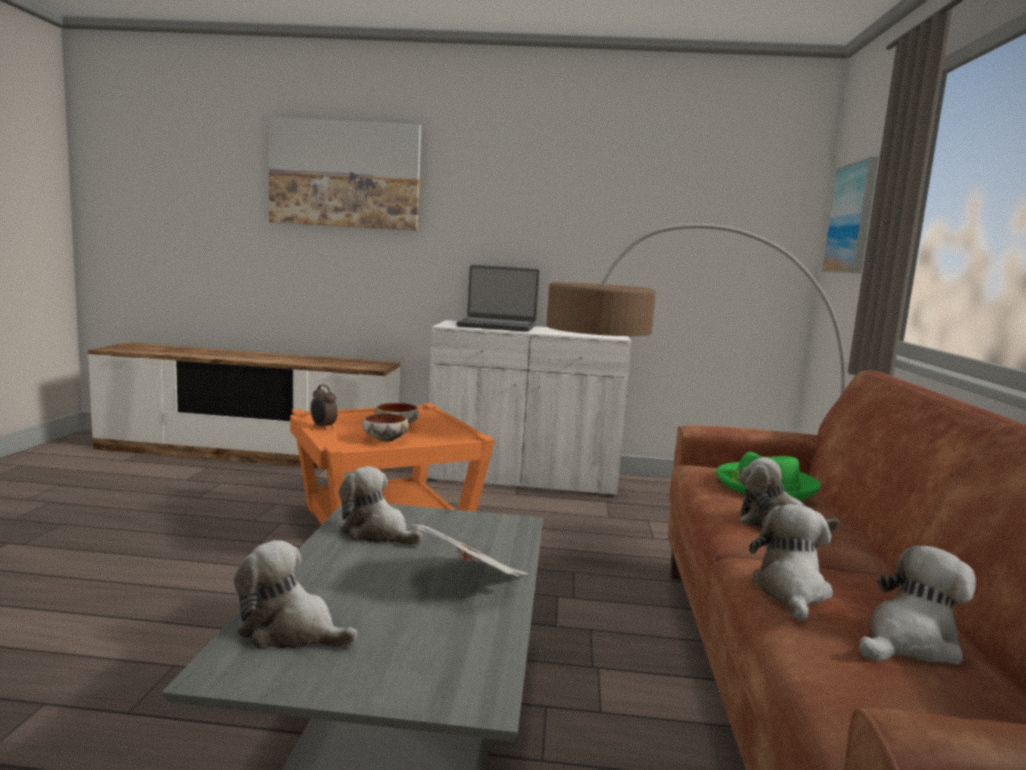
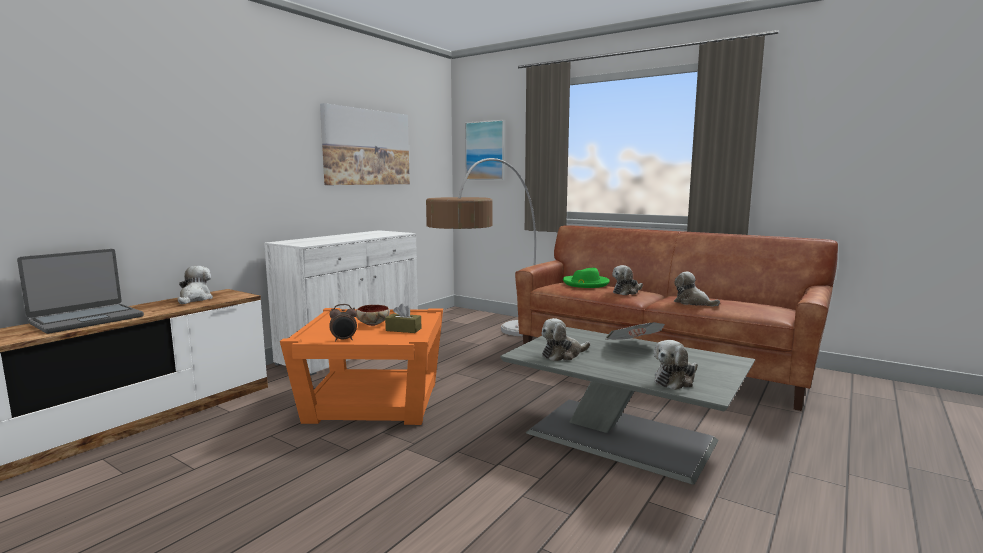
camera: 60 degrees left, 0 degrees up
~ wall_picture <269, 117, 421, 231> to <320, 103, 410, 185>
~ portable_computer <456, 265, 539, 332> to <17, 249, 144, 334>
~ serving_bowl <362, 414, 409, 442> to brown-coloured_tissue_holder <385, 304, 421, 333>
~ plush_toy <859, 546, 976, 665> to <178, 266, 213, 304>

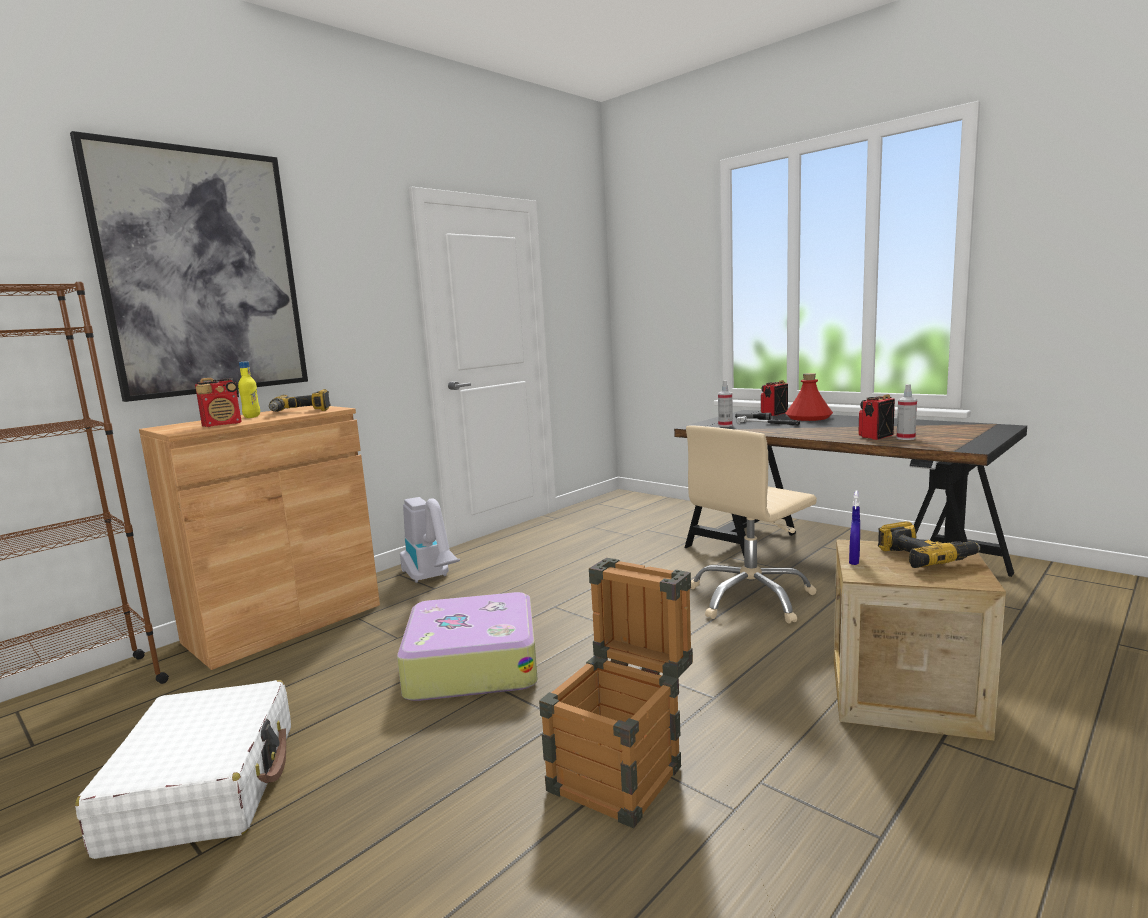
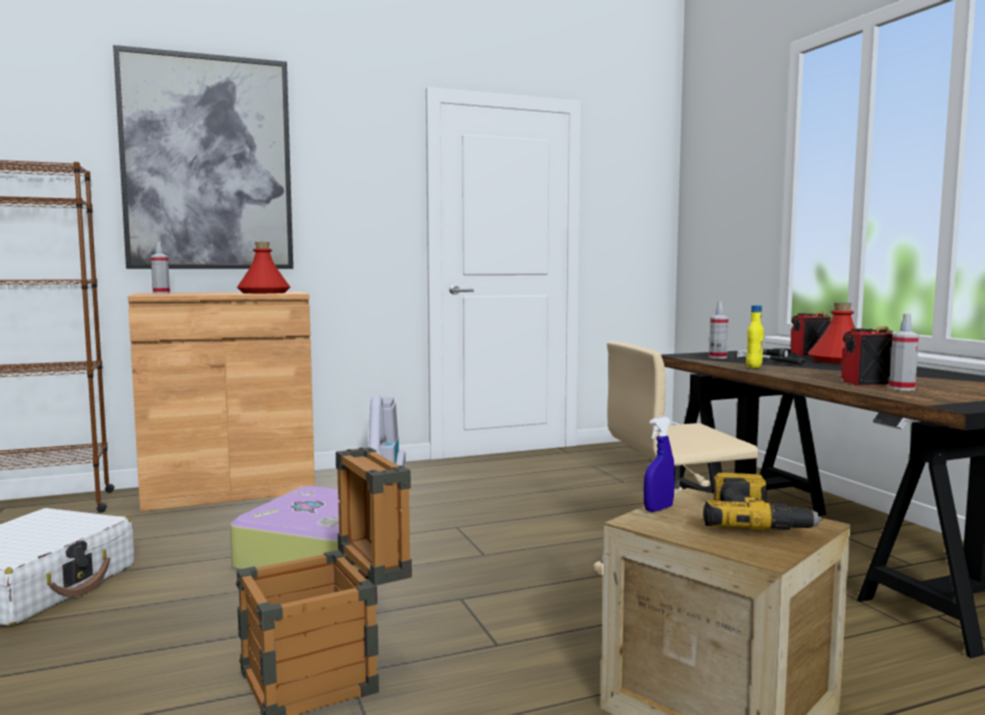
camera: 25 degrees right, 5 degrees down
~ yellow-coloured_beverage_bottle <238, 361, 260, 418> to <746, 305, 764, 369>
- radio_set <195, 378, 242, 427>
~ drill <269, 389, 330, 412> to reddish_beverage_bottle <237, 242, 290, 294>
+ sprayer <151, 242, 170, 294>

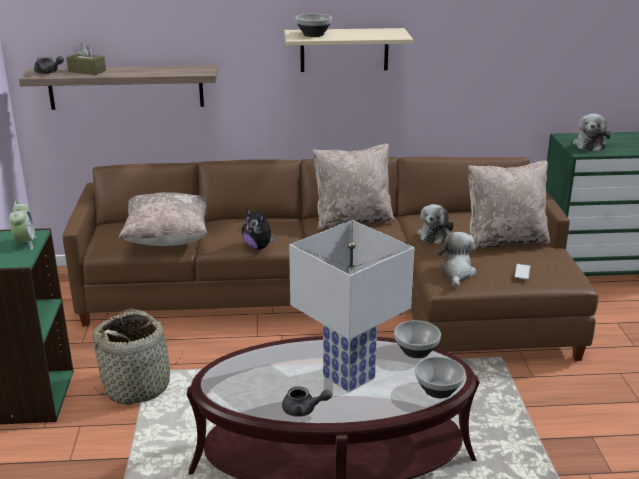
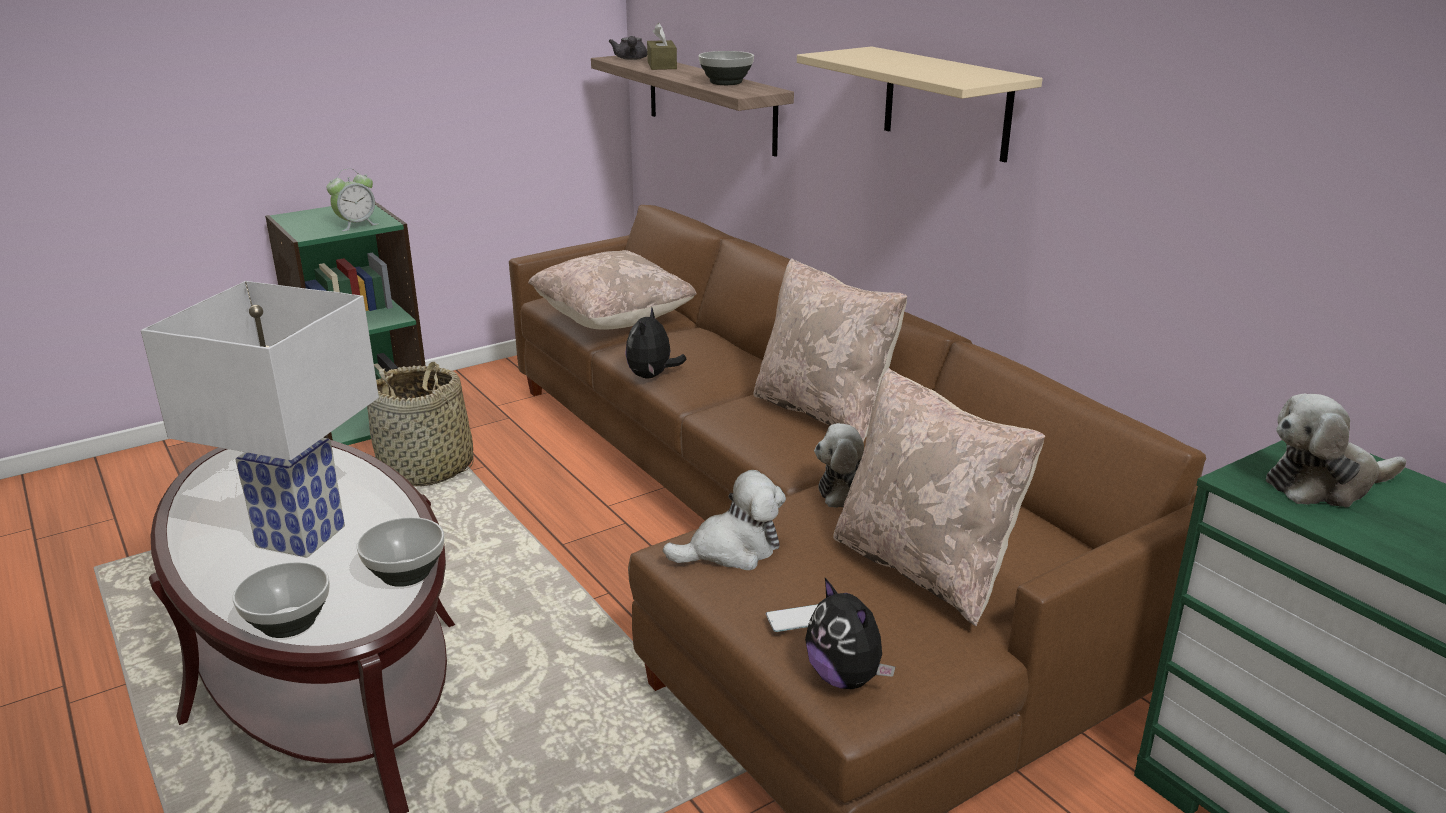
camera: 60 degrees right, 0 degrees up
~ serving_bowl <296, 14, 332, 37> to <698, 51, 754, 85>
- grey_tea_pot <282, 386, 332, 417>
+ plush_toy <805, 578, 895, 689>

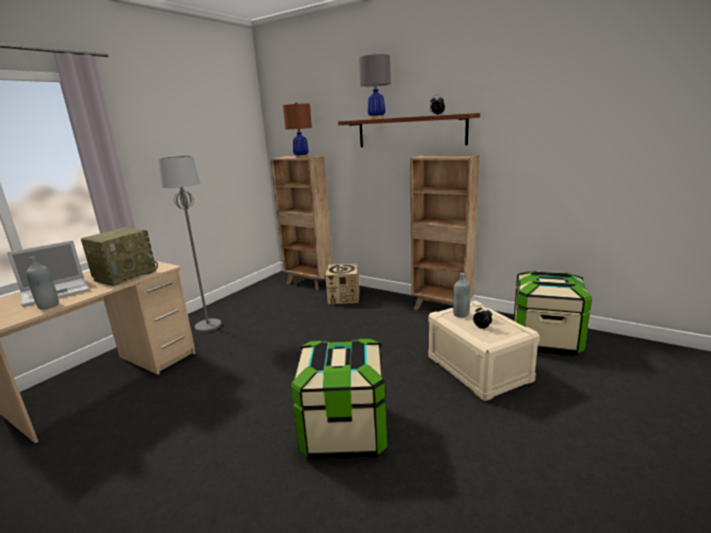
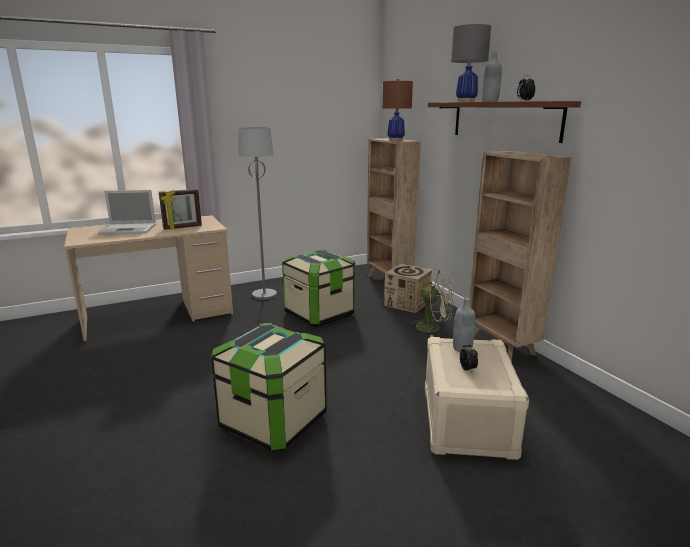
camera: 30 degrees right, 0 degrees up
~ radio_set <81, 227, 158, 286> to photo_frame <159, 189, 202, 230>
~ grey_beverage_bottle <26, 256, 59, 310> to <482, 53, 502, 102>
~ storage_container <513, 271, 592, 356> to <282, 250, 355, 327>
+ green_fan <411, 267, 454, 337>

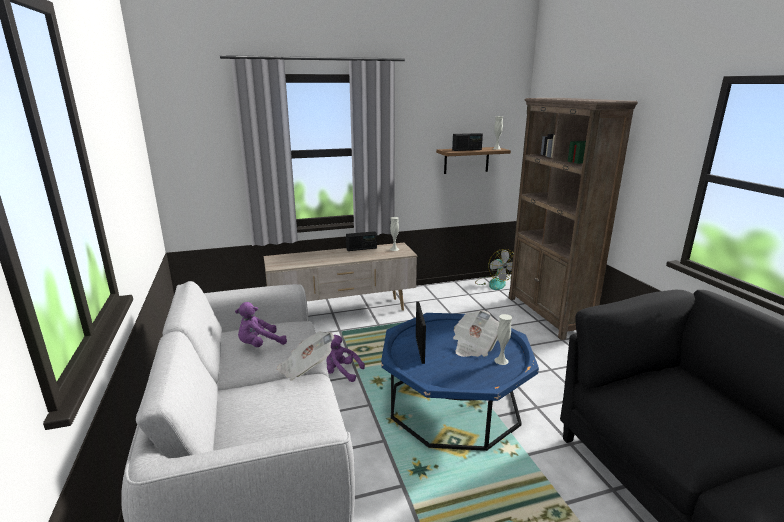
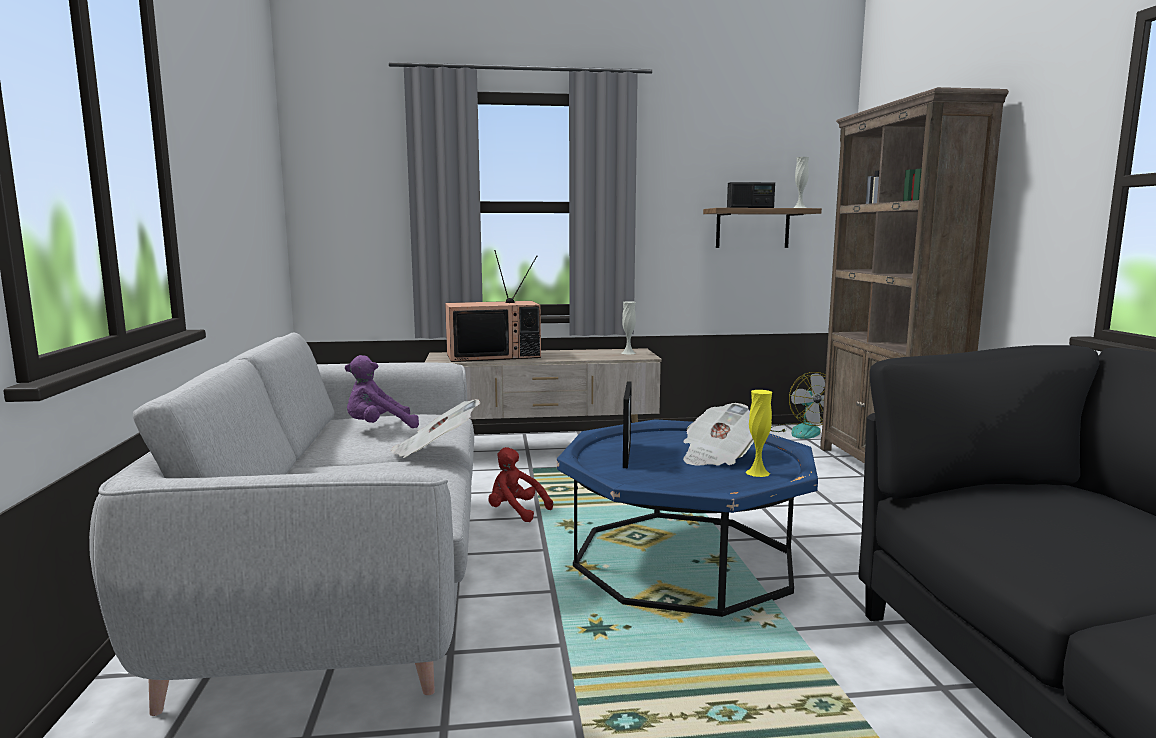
camera: 10 degrees right, 10 degrees down
- radio_set <346, 231, 377, 251>
~ whitish_decorative_vase <494, 314, 512, 365> to yellow-coloured_decorative_vase <746, 390, 772, 477>
~ purplish_plush_toy <326, 335, 365, 382> to reddish_plush_toy <488, 447, 553, 522>
+ television <445, 250, 541, 362>

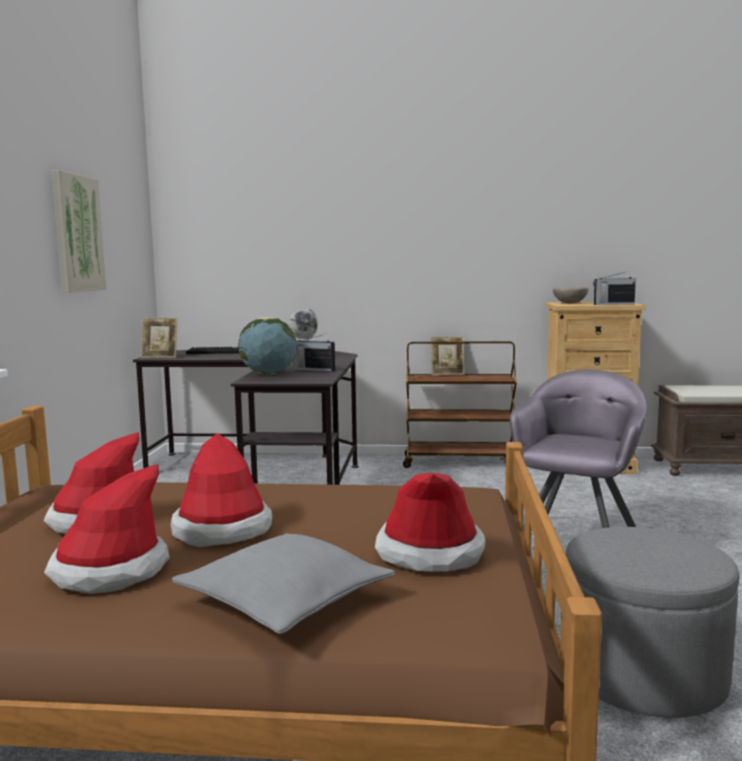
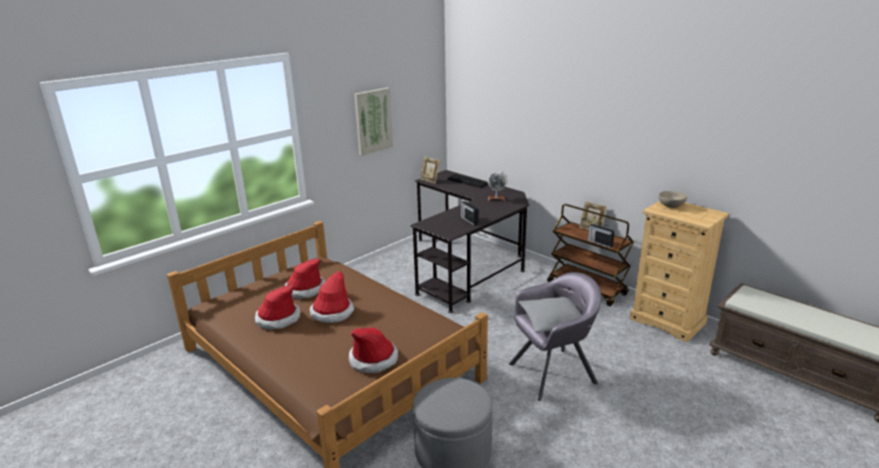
camera: 40 degrees right, 15 degrees up
~ radio_set <593, 272, 636, 305> to <588, 224, 615, 248>
- desk_globe <238, 317, 297, 375>
~ grey_cushion <172, 533, 395, 634> to <518, 297, 592, 333>

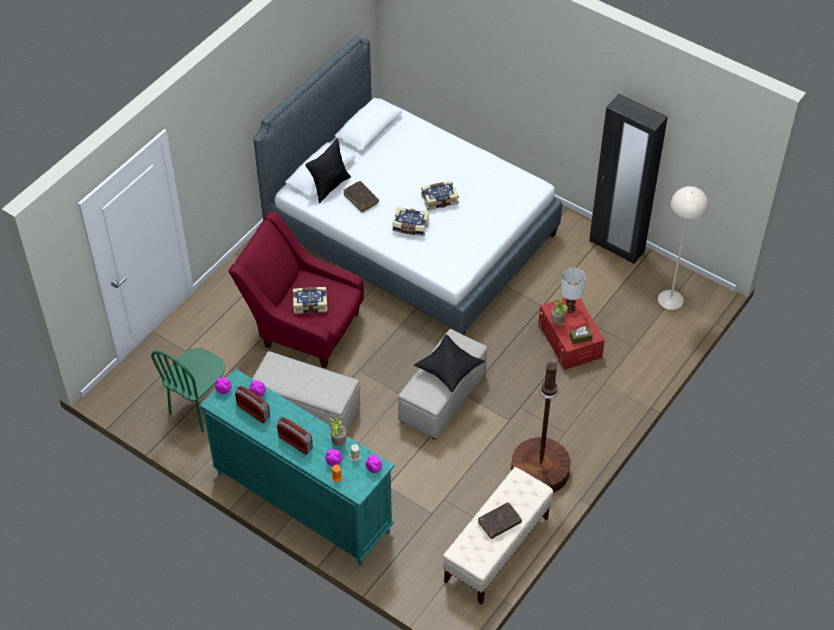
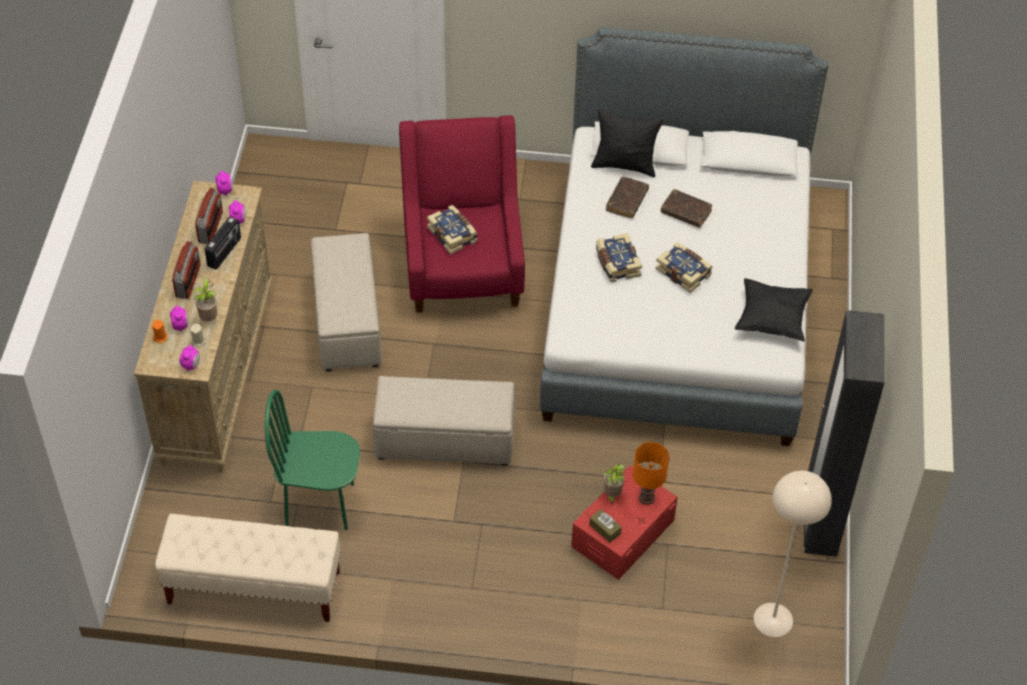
camera: 60 degrees right, 0 degrees up
~ whitish_tabletop_lamp <560, 268, 585, 313> to orangey_tabletop_lamp <633, 442, 669, 505>
~ black_cushion <414, 334, 485, 392> to <735, 278, 813, 342>
~ green_chair <151, 348, 225, 433> to <265, 389, 360, 530>
- brown-coloured_floor_lamp <511, 359, 571, 493>
~ blue-green_drawer_chest <200, 369, 394, 566> to beige-coloured_drawer_chest <134, 181, 273, 472>
~ brown-coloured_volume <478, 502, 522, 539> to <661, 189, 713, 228>
+ radio_set <205, 217, 241, 269>

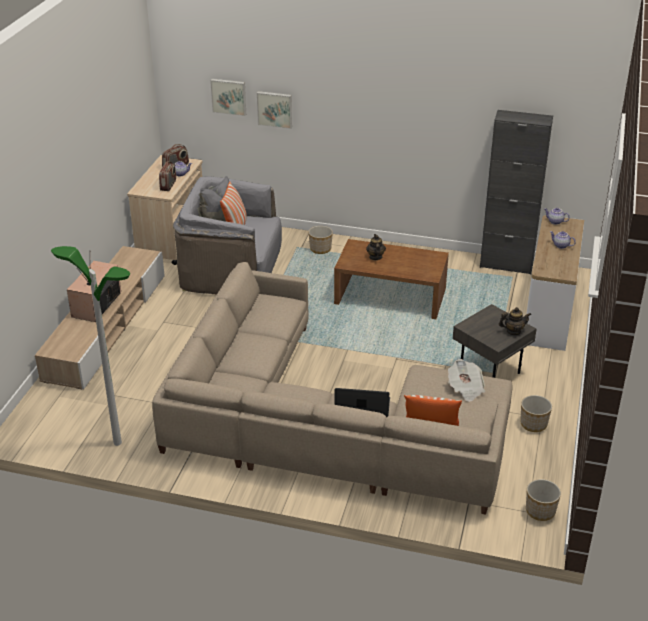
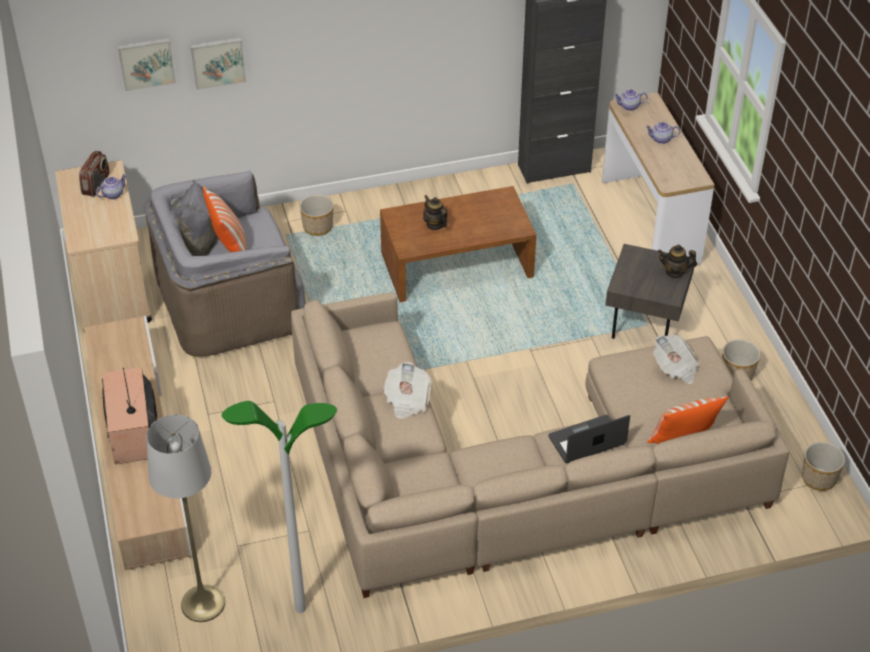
camera: 30 degrees left, 10 degrees up
- radio_set <159, 161, 176, 191>
~ tea_pot <499, 307, 531, 335> = <658, 244, 697, 279> 135 degrees counterclockwise
+ daily_paper <383, 362, 432, 419>
+ grey_floor_lamp <147, 415, 225, 622>

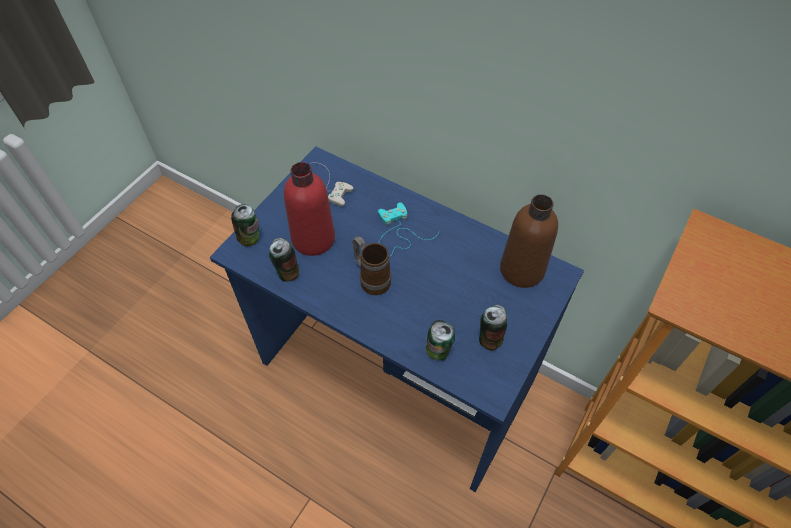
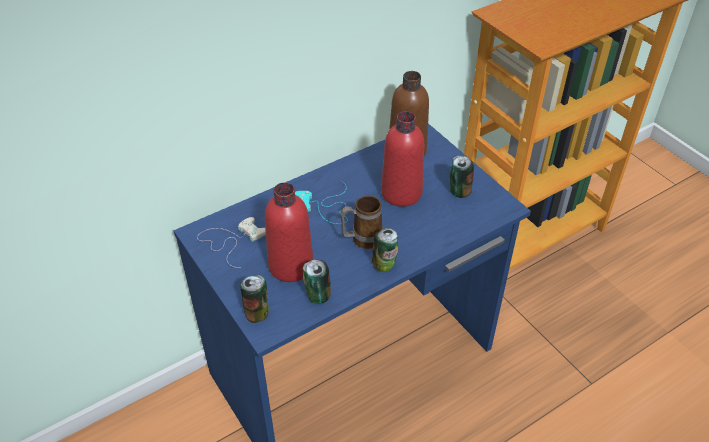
camera: 65 degrees left, 10 degrees down
~ metal_can <426, 320, 455, 361> to <372, 228, 398, 272>
+ reddish_beverage_bottle <381, 111, 424, 207>

